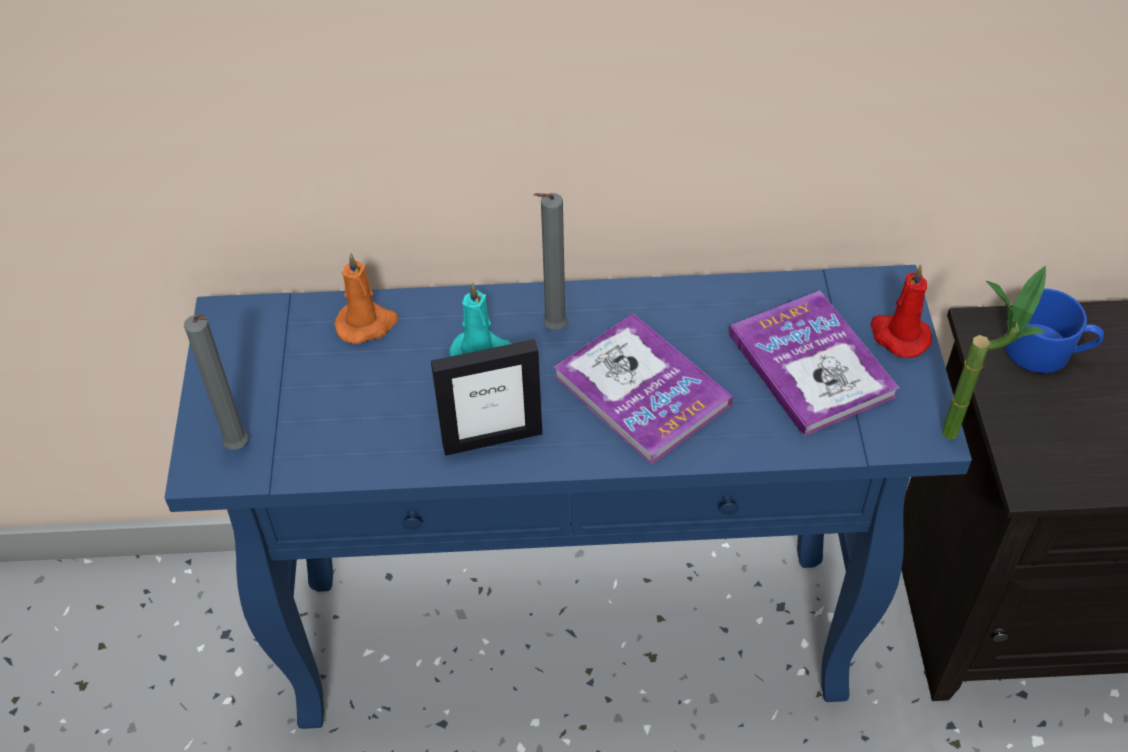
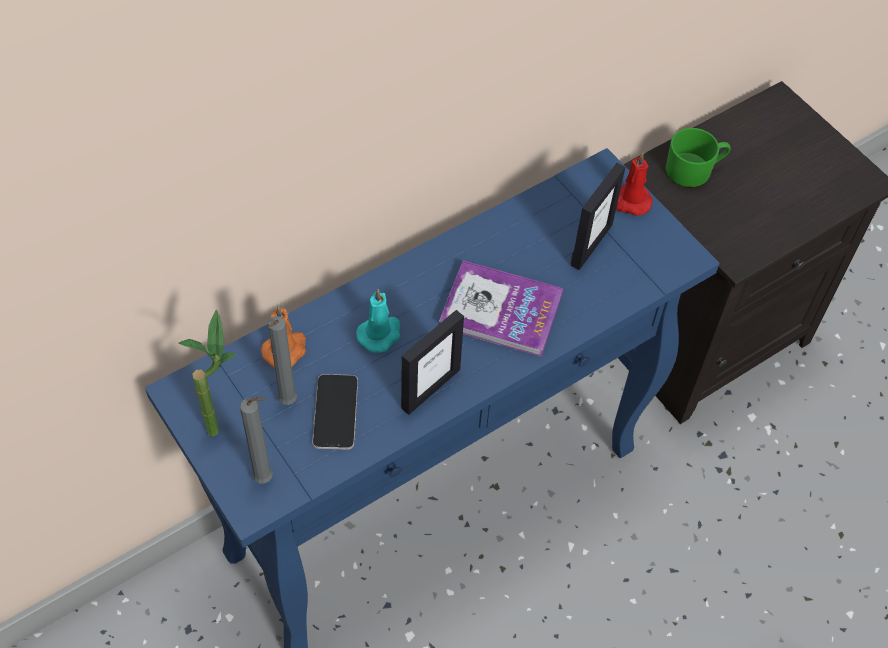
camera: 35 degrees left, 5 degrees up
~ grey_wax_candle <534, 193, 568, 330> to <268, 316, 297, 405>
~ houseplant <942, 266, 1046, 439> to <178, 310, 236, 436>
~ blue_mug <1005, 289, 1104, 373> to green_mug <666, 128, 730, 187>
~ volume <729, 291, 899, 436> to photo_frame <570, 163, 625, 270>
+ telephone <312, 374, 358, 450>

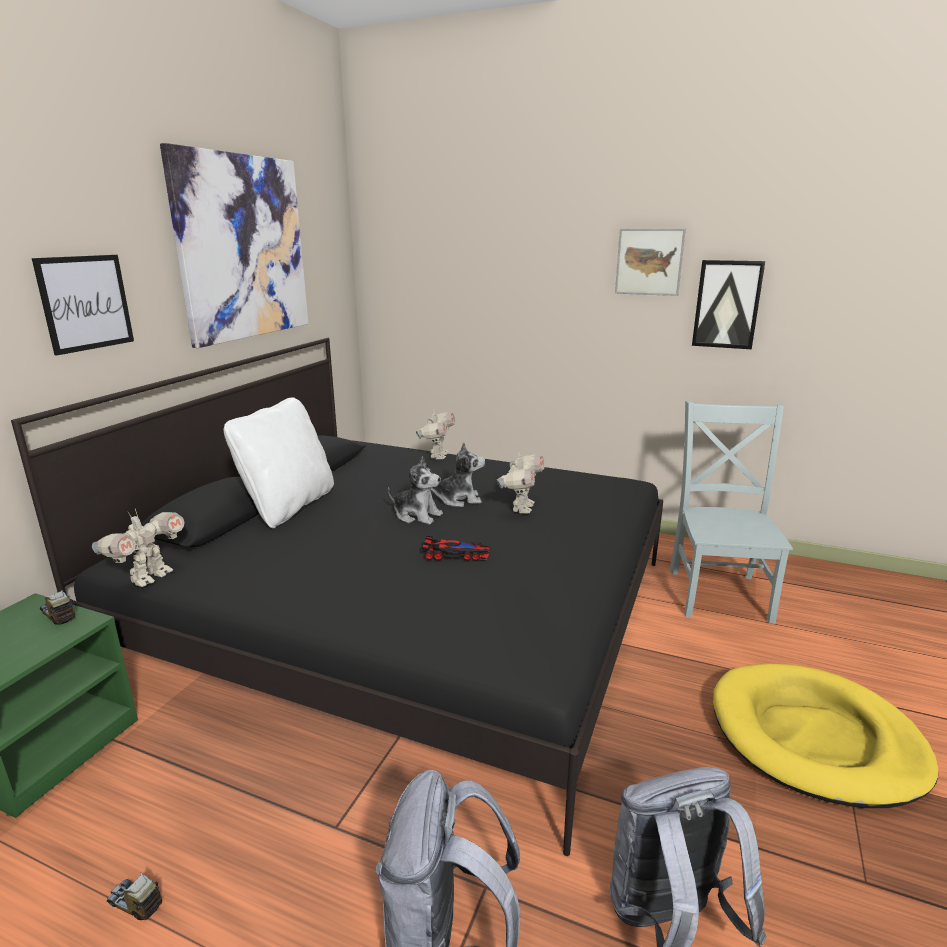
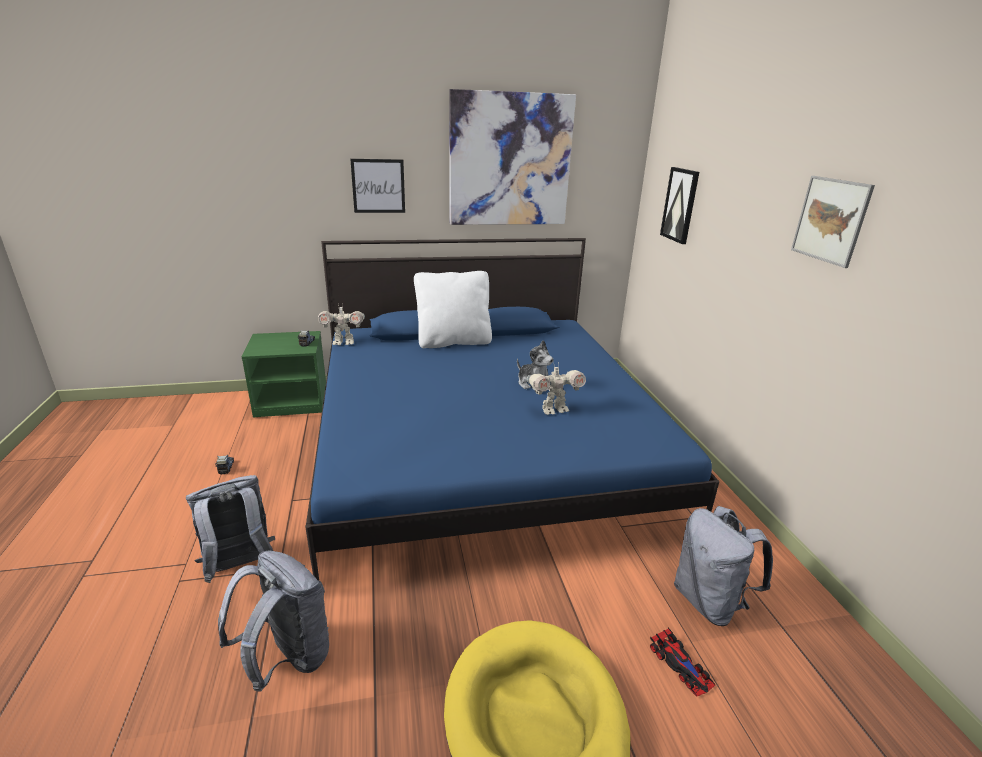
camera: 55 degrees right, 5 degrees up
~ wall_picture <692, 260, 765, 349> to <660, 167, 699, 244>
~ black_bed <11, 338, 663, 856> to blue_bed <305, 238, 719, 580>
~ grey_chair <670, 401, 793, 624> to grey_rucksack <674, 506, 773, 626>
- robot_figure <416, 409, 455, 459>
- plush_toy <388, 456, 443, 524>
~ miniature_car <421, 536, 490, 560> to <650, 628, 715, 697>

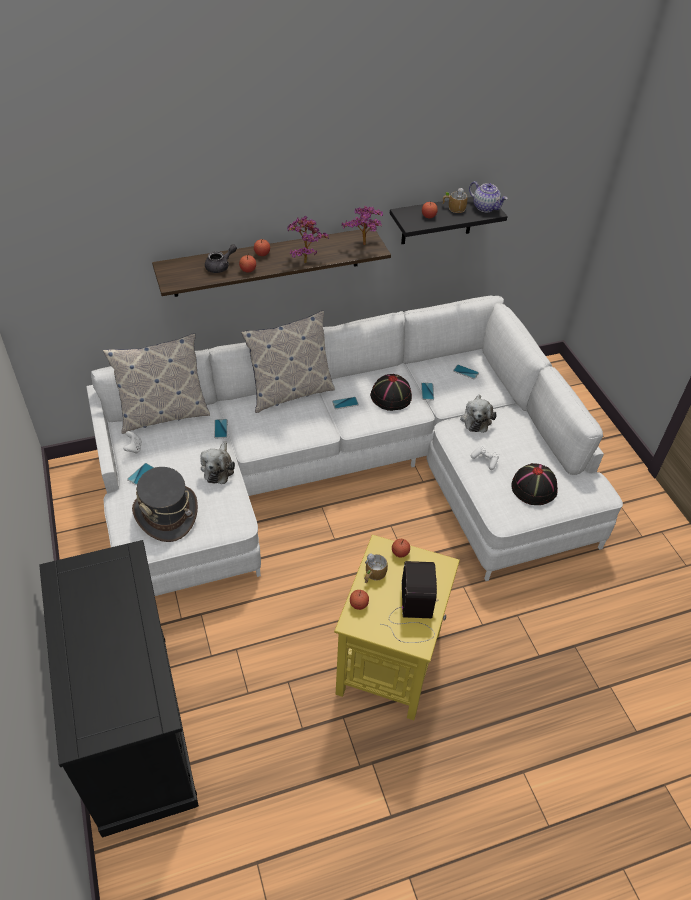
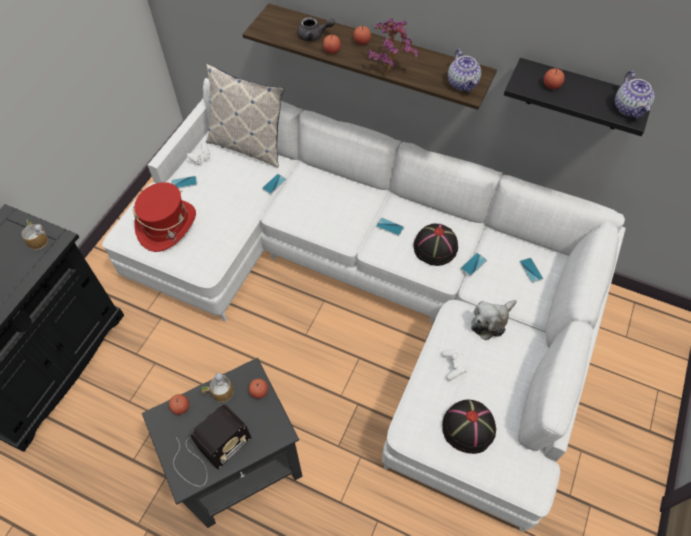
camera: 45 degrees right, 10 degrees up
~ mug <442, 187, 467, 213> to <22, 220, 48, 250>
~ houseplant <341, 206, 383, 245> to tea_pot <448, 49, 481, 92>
- cushion <241, 311, 335, 413>
- plush_toy <200, 441, 235, 484>
~ grey_wearable_hat <132, 467, 198, 542> to reddish_wearable_hat <133, 182, 196, 252>
~ yellow-coloured_accent_table <334, 535, 460, 720> to black_accent_table <142, 358, 303, 528>

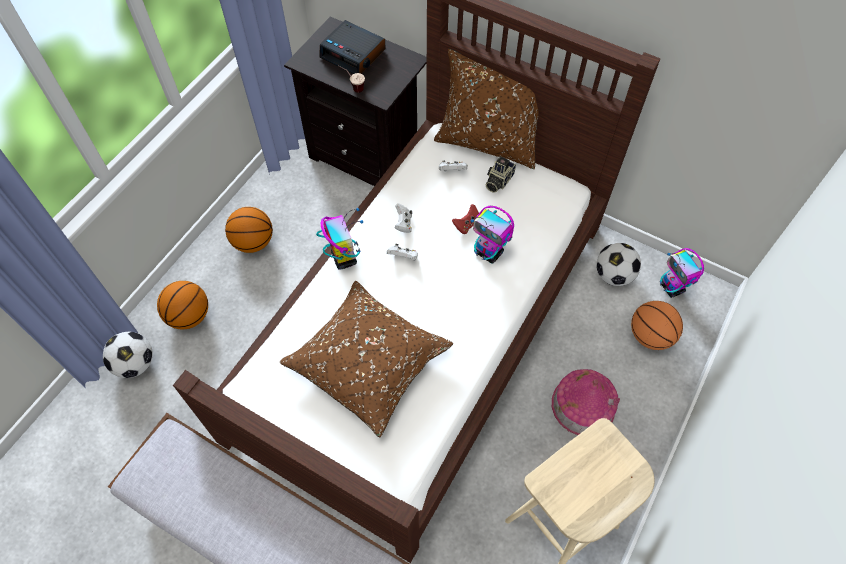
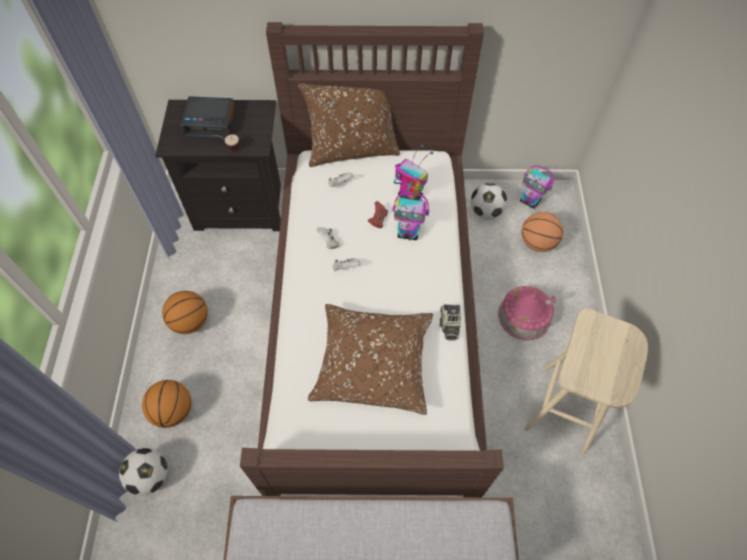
camera: 30 degrees left, 0 degrees up
~ photo_camera <486, 156, 516, 193> to <440, 304, 461, 341>
~ robot_figure <316, 208, 363, 269> to <393, 145, 433, 200>

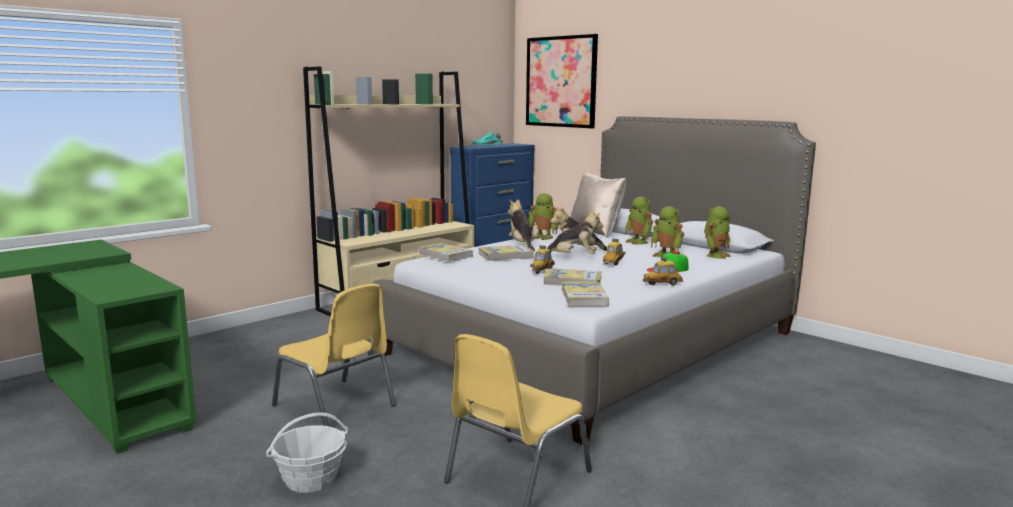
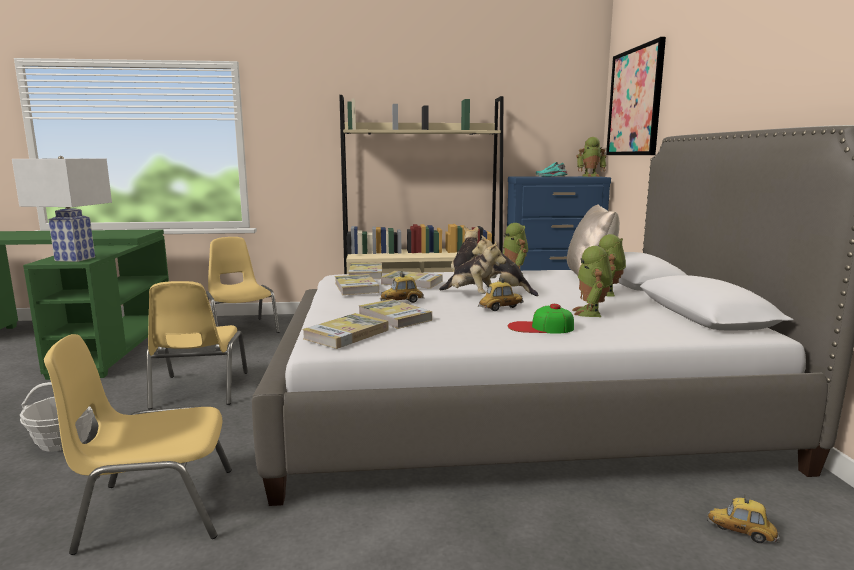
camera: 40 degrees right, 0 degrees up
~ robot_figure <704, 206, 731, 259> to <576, 137, 606, 177>
~ miniature_car <642, 257, 684, 285> to <707, 494, 780, 543>
+ whitish_tabletop_lamp <12, 156, 112, 262>
+ yellow-coloured_chair <206, 237, 280, 333>
+ volume <335, 274, 379, 295>

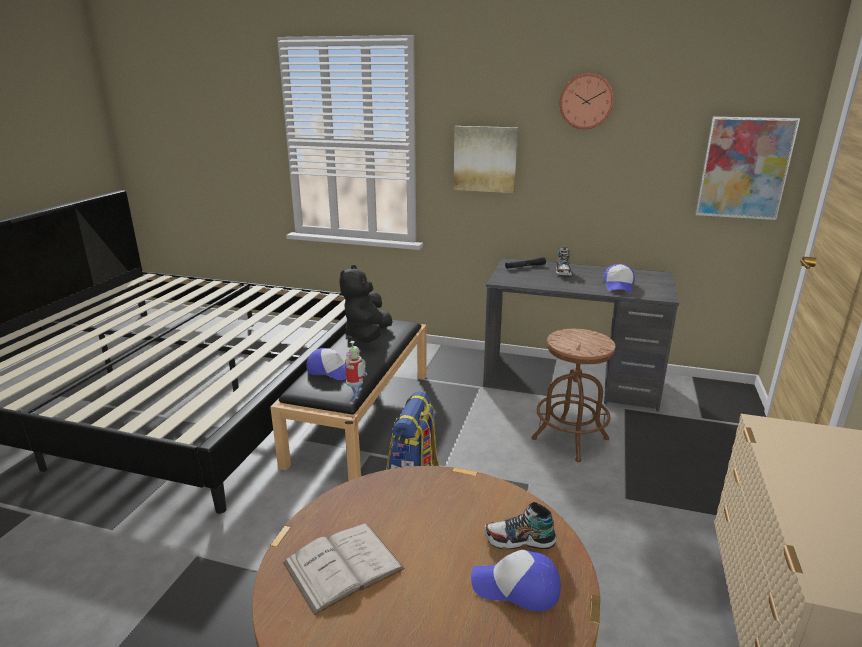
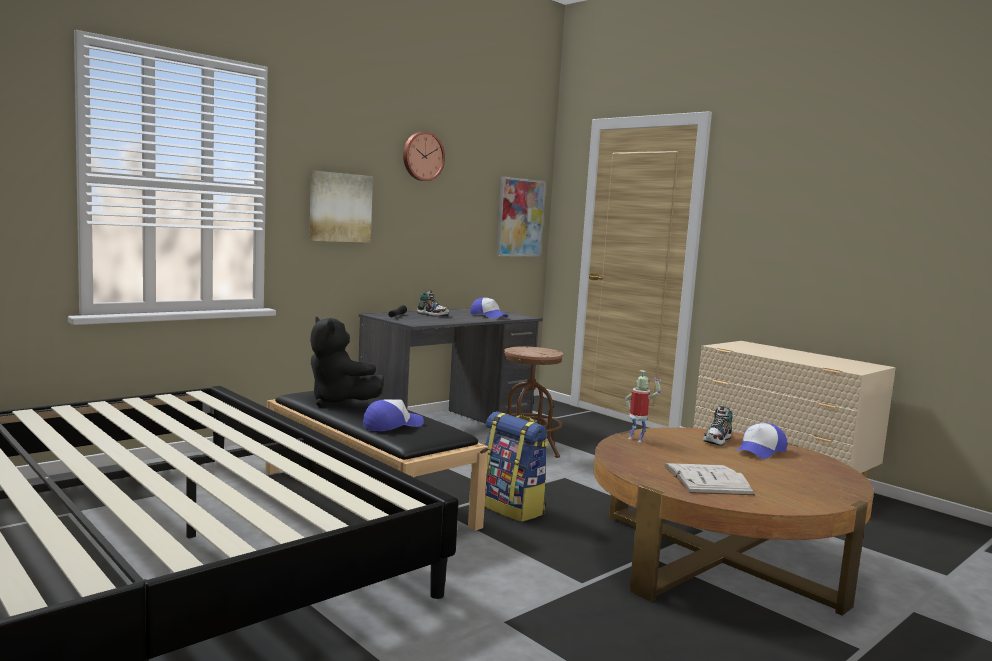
camera: 60 degrees left, 15 degrees down
~ robot_figure <345, 341, 367, 404> to <625, 370, 661, 443>

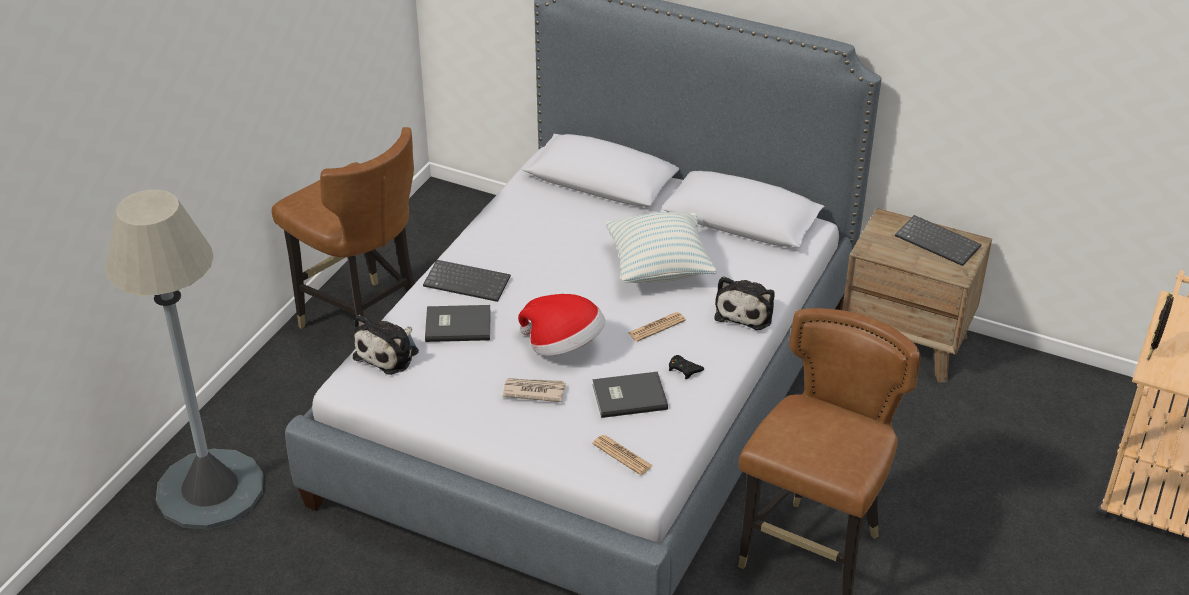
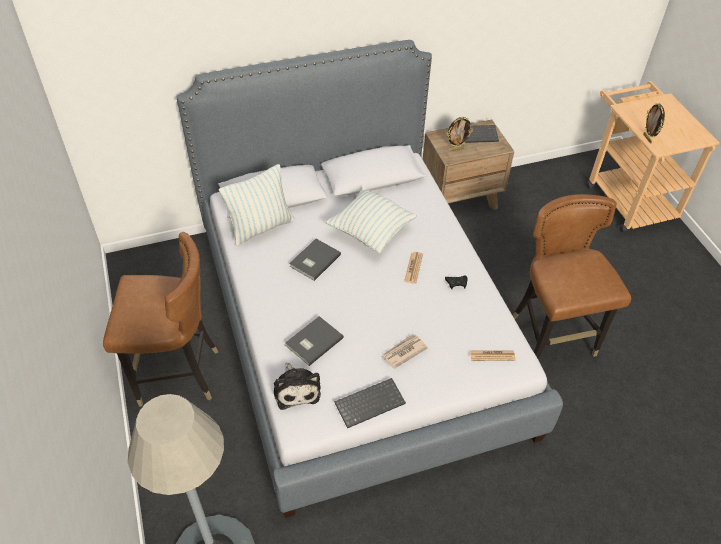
camera: 45 degrees left, 10 degrees up
~ keyboard <423, 260, 511, 302> to <334, 378, 406, 428>
- plush_toy <714, 276, 775, 330>
- wearable_hat <518, 294, 605, 356>
~ grey_volume <592, 372, 668, 418> to <289, 239, 341, 281>
+ photo_frame <447, 117, 473, 151>
+ cushion <219, 164, 294, 246>

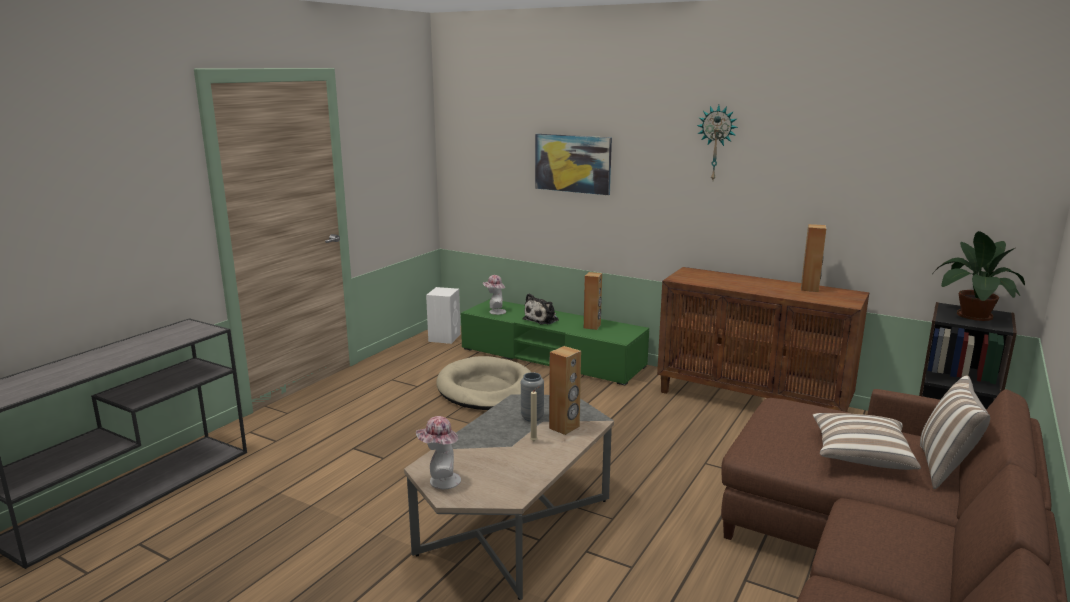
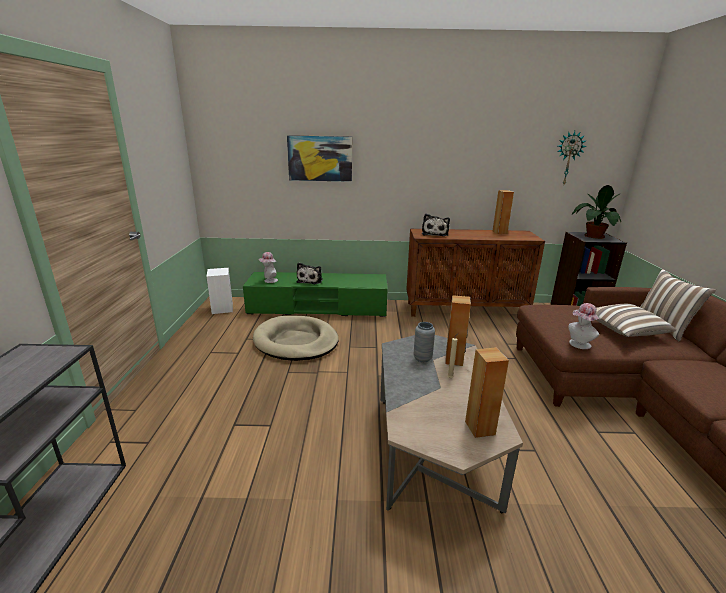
camera: 30 degrees left, 5 degrees up
~ clock_on_the_wall <697, 105, 738, 180> to <557, 131, 587, 184>
~ brown-coloured_loudspeaker <584, 272, 602, 330> to <465, 347, 509, 438>
~ wearable_hat <416, 416, 461, 489> to <568, 303, 599, 349>
+ plush_toy <422, 214, 450, 236>

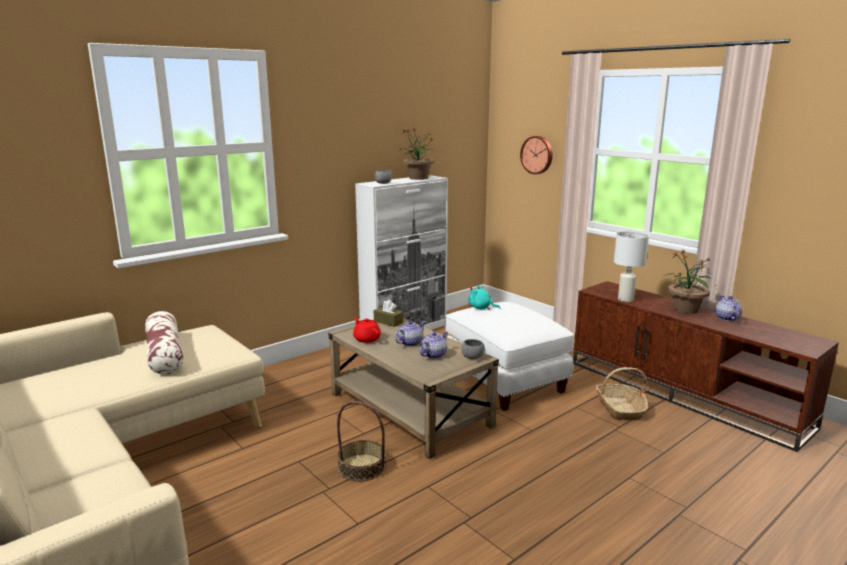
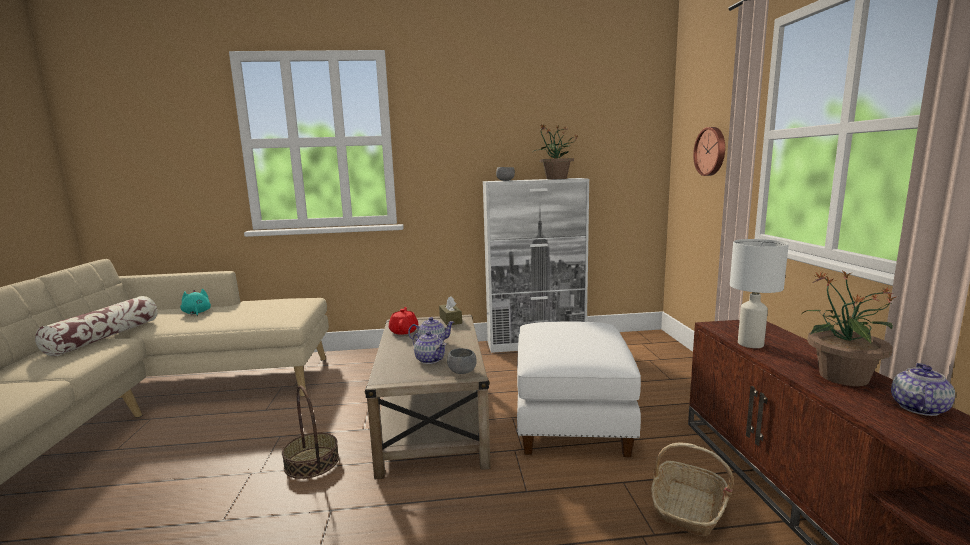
camera: 35 degrees right, 5 degrees down
~ blue-green_plush_toy <468, 285, 501, 310> to <180, 289, 211, 316>
~ cushion <145, 311, 183, 374> to <35, 296, 158, 356>
~ tea_pot <420, 331, 448, 359> = <413, 331, 446, 364> 60 degrees clockwise

